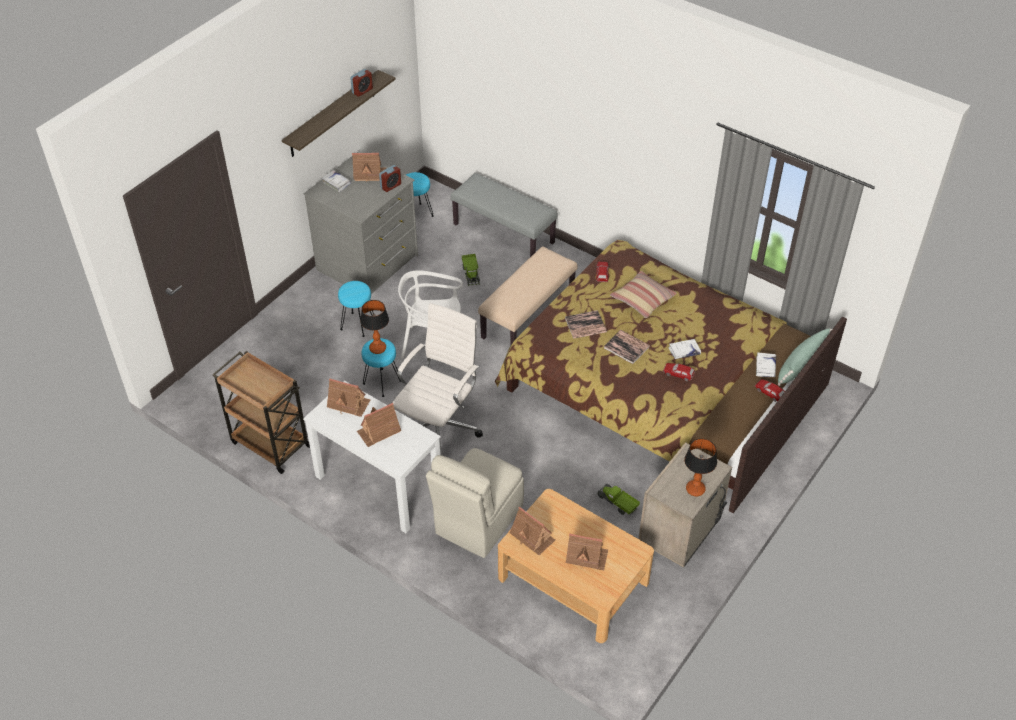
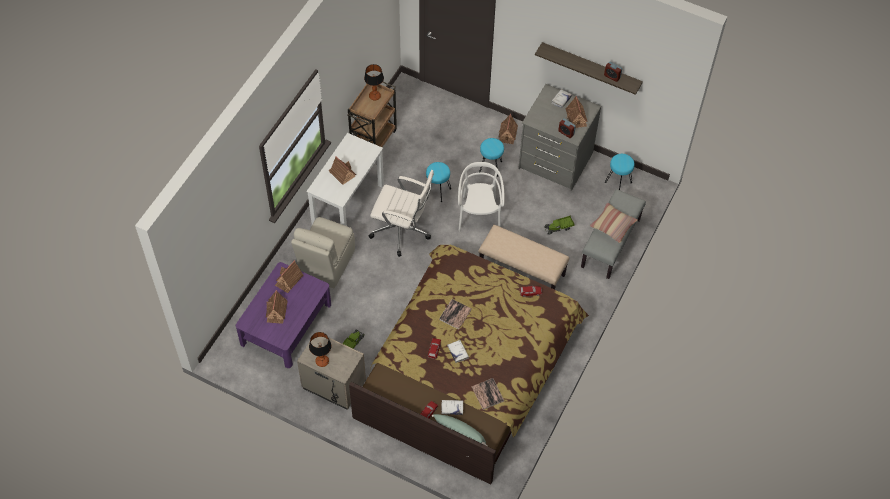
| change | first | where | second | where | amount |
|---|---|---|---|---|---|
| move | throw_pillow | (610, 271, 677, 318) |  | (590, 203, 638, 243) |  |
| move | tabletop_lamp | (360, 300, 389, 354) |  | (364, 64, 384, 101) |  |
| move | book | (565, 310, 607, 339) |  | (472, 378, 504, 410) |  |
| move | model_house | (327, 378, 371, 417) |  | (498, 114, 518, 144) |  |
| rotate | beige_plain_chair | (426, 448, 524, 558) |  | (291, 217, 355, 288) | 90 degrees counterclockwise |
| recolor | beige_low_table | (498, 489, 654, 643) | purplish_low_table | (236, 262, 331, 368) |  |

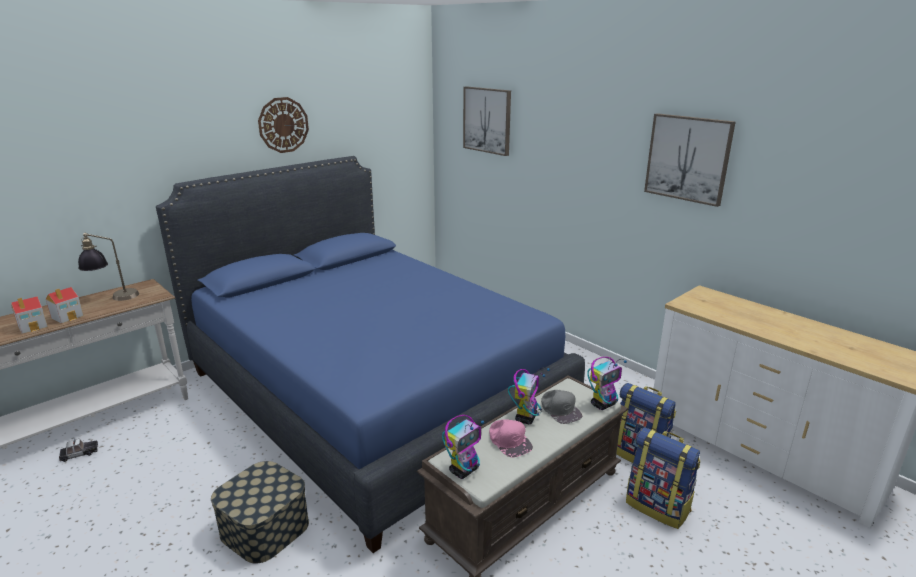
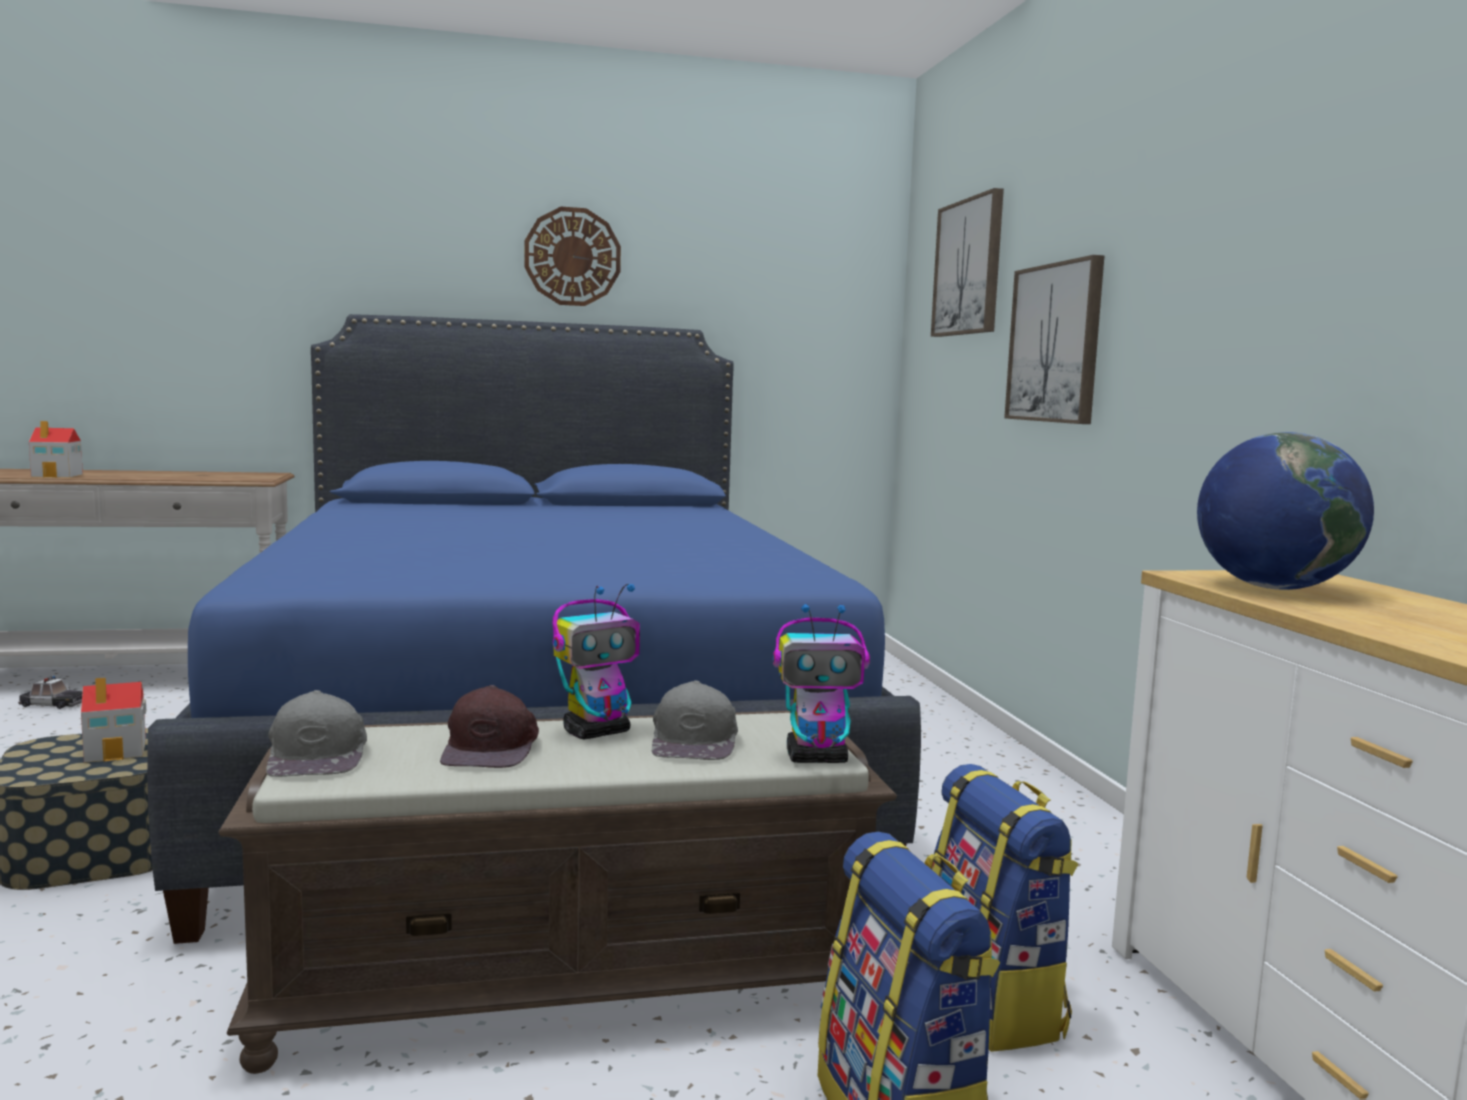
| change | first | where | second | where | amount |
|---|---|---|---|---|---|
| move | wall_picture | (644, 113, 735, 207) |  | (1004, 255, 1104, 424) |  |
| delete | tabletop_lamp | (78, 233, 139, 301) |  |  |  |
| move | model_house | (46, 287, 84, 324) |  | (81, 678, 146, 763) |  |
| replace | toy_robot | (442, 415, 484, 479) | greyish_cap | (266, 690, 367, 777) |  |
| recolor | pinkish_cap | (489, 419, 533, 457) | brown_cap | (440, 685, 539, 768) |  |
| insert |  |  | desk_globe | (1197, 432, 1374, 590) |  |

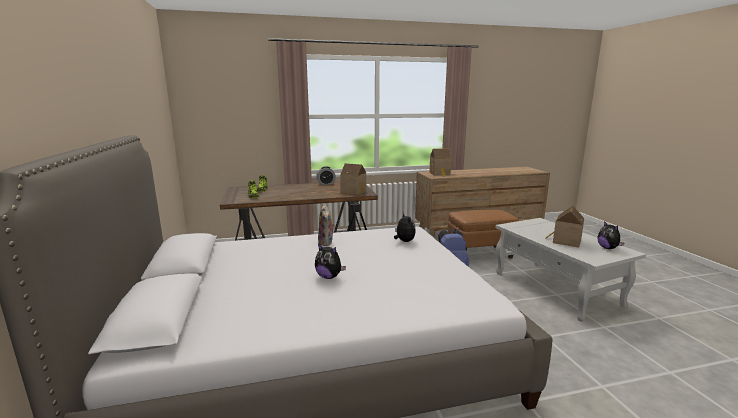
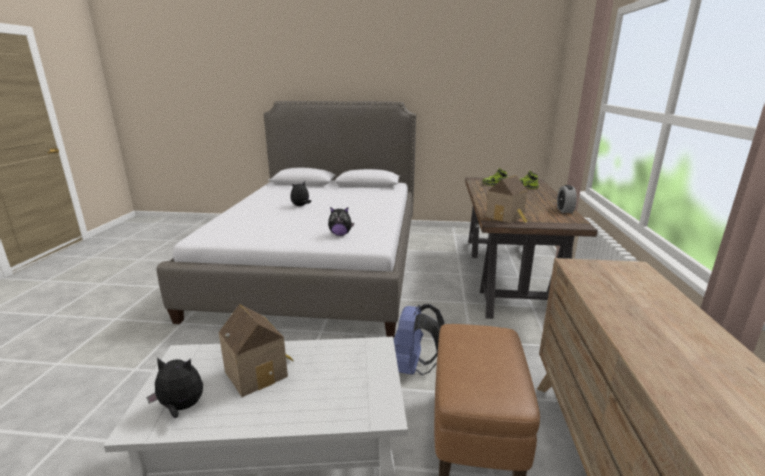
| change | first | where | second | where | amount |
|---|---|---|---|---|---|
| delete | model_house | (429, 149, 451, 177) |  |  |  |
| delete | cuddly_toy | (318, 205, 335, 246) |  |  |  |

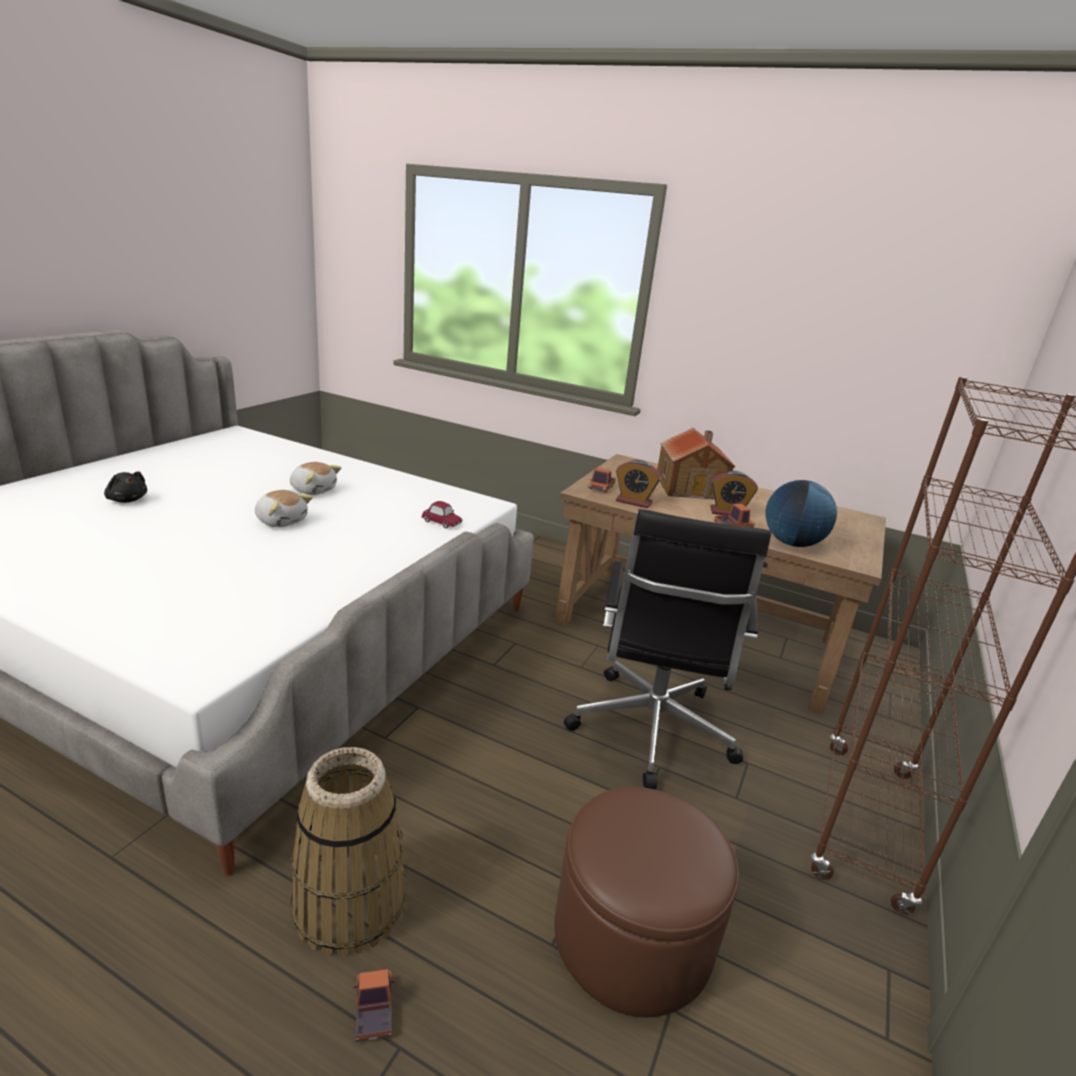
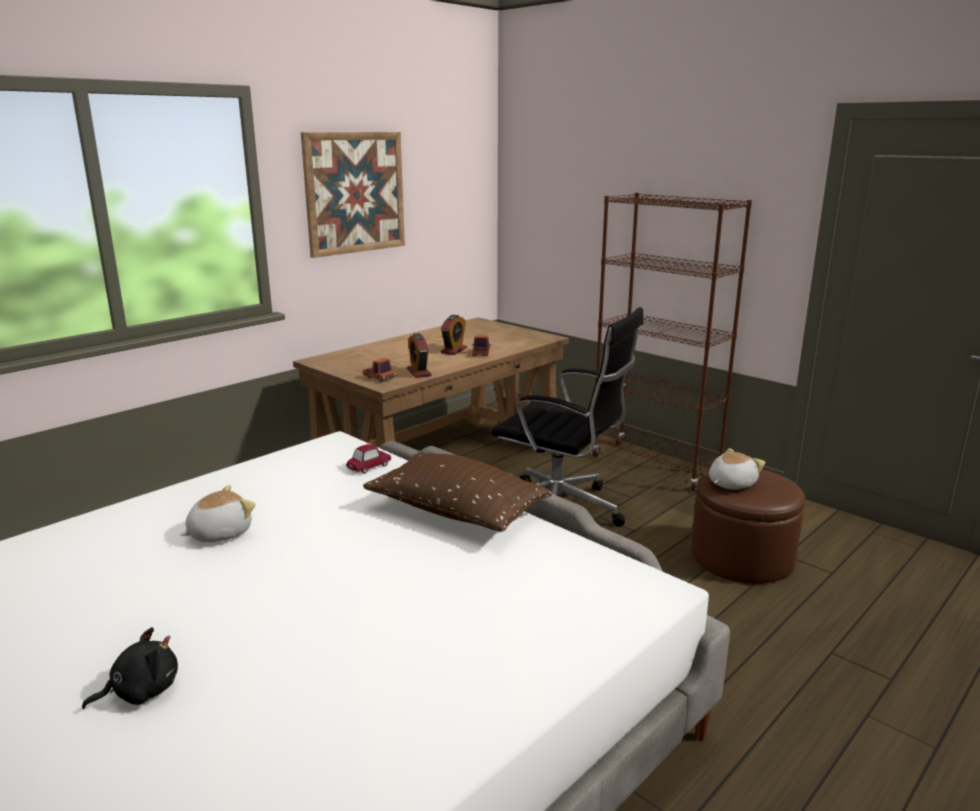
| change | first | where | second | where | amount |
|---|---|---|---|---|---|
| delete | model_house | (657, 428, 736, 500) |  |  |  |
| rotate | table_clock | (616, 460, 662, 508) |  | (407, 333, 431, 378) | 120 degrees clockwise |
| delete | desk_globe | (765, 480, 837, 547) |  |  |  |
| move | cuddly_toy | (255, 490, 313, 527) |  | (709, 448, 765, 489) |  |
| delete | basket | (291, 747, 406, 956) |  |  |  |
| delete | toy_truck | (354, 969, 395, 1042) |  |  |  |
| insert |  |  | wall_picture | (301, 132, 405, 258) |  |
| insert |  |  | brown_throw_pillow | (363, 452, 552, 532) |  |

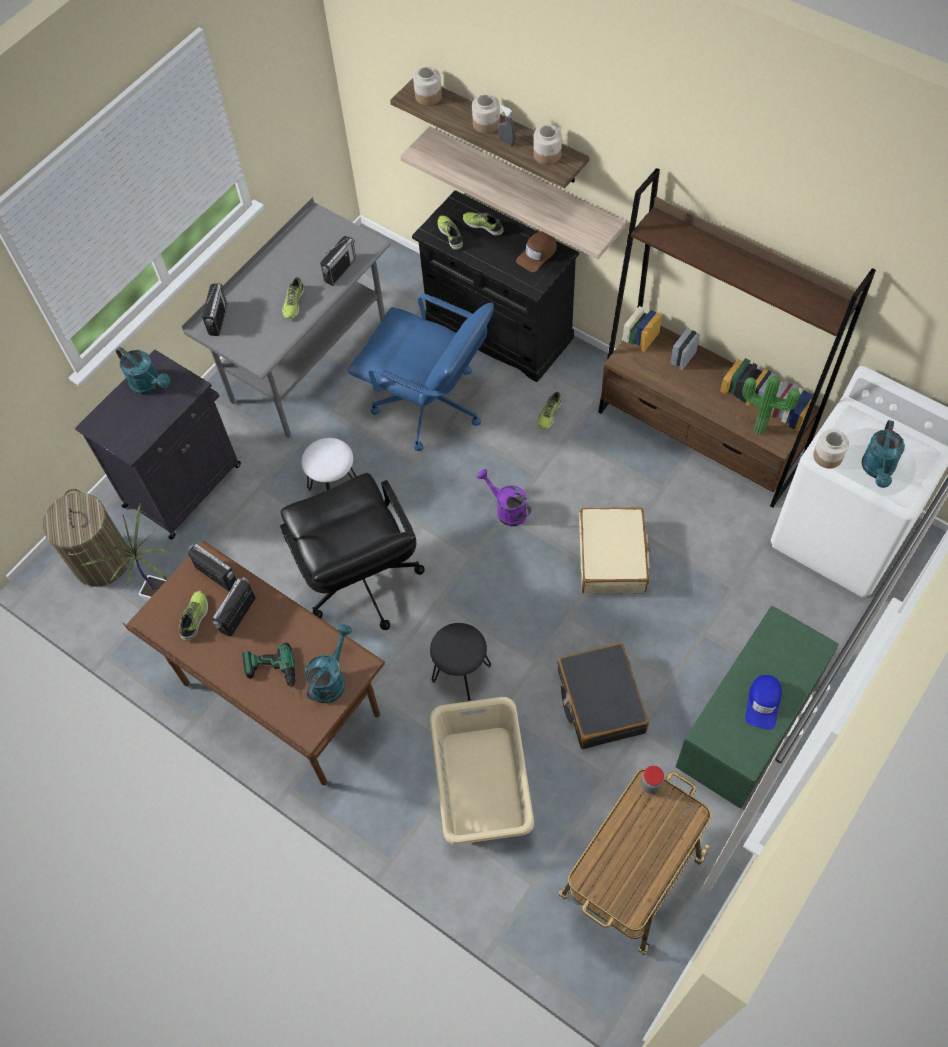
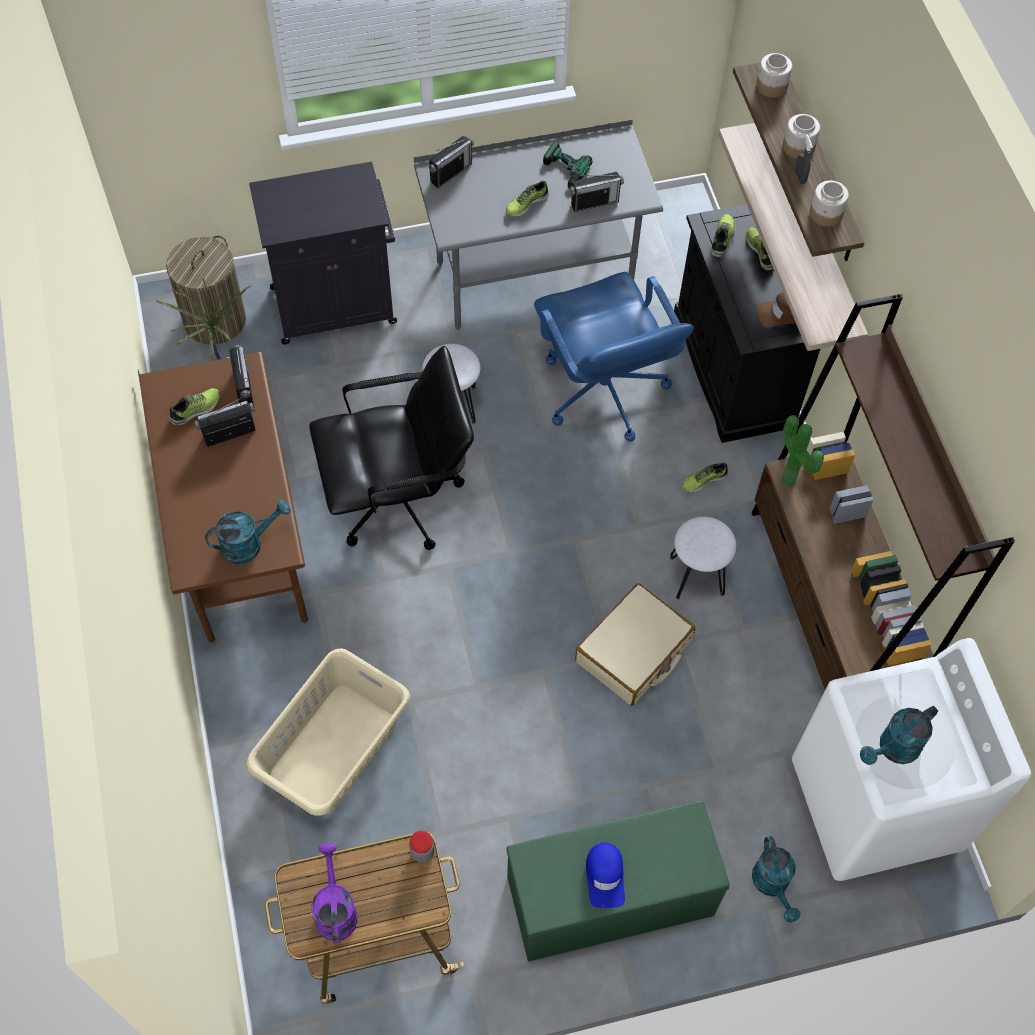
| change | first | where | second | where | amount |
|---|---|---|---|---|---|
| move | turquoise-coloured_sprinkling_can | (116, 347, 170, 395) |  | (752, 836, 801, 922) |  |
| move | potted_plant | (742, 376, 800, 435) |  | (781, 415, 824, 487) |  |
| delete | storage_jar | (813, 429, 849, 469) |  |  |  |
| move | purplish_sprinkling_can | (477, 469, 531, 526) |  | (312, 843, 358, 944) |  |
| rotate | black-coloured_desk_chair | (280, 473, 425, 630) |  | (309, 346, 474, 550) | 120 degrees counterclockwise |
| delete | black-coloured_sitting_stool | (430, 623, 491, 701) |  |  |  |
| move | electric_drill | (242, 643, 295, 695) |  | (543, 142, 593, 195) |  |
| delete | black-coloured_suitcase | (557, 643, 649, 749) |  |  |  |
| rotate | blue-coloured_cap | (745, 675, 782, 730) |  | (586, 842, 625, 908) | 60 degrees counterclockwise |
| insert |  |  | whitish_sitting_stool | (670, 517, 736, 599) |  |

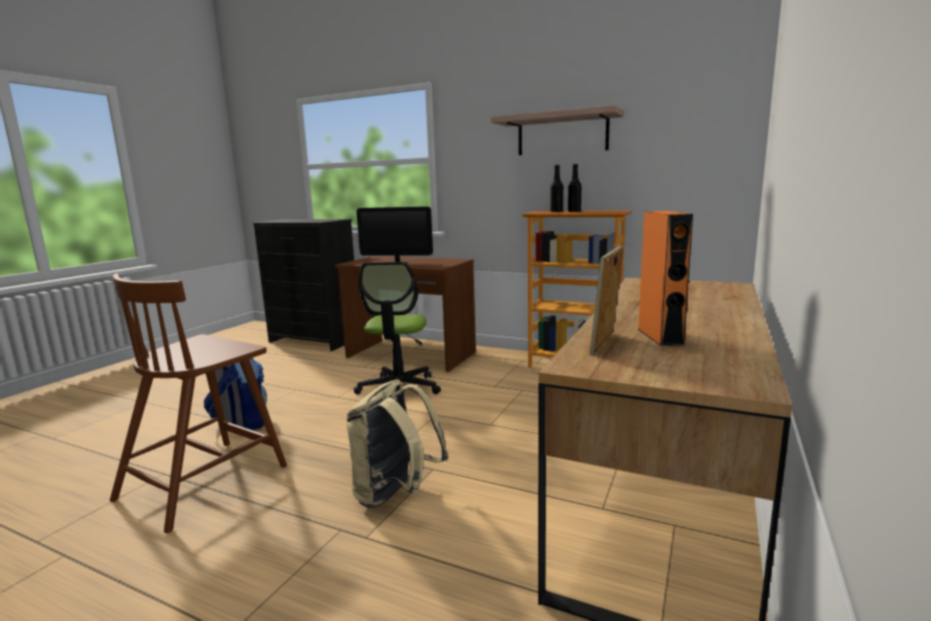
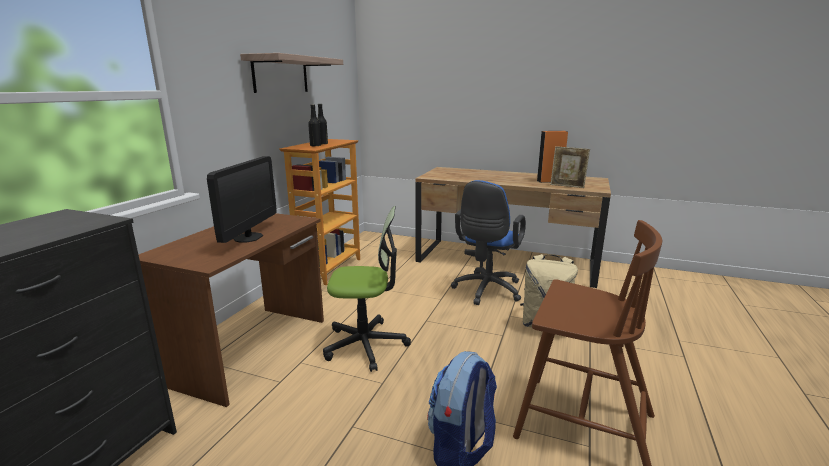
| change | first | where | second | where | amount |
|---|---|---|---|---|---|
| insert |  |  | blue-coloured_desk_chair | (451, 180, 526, 305) |  |

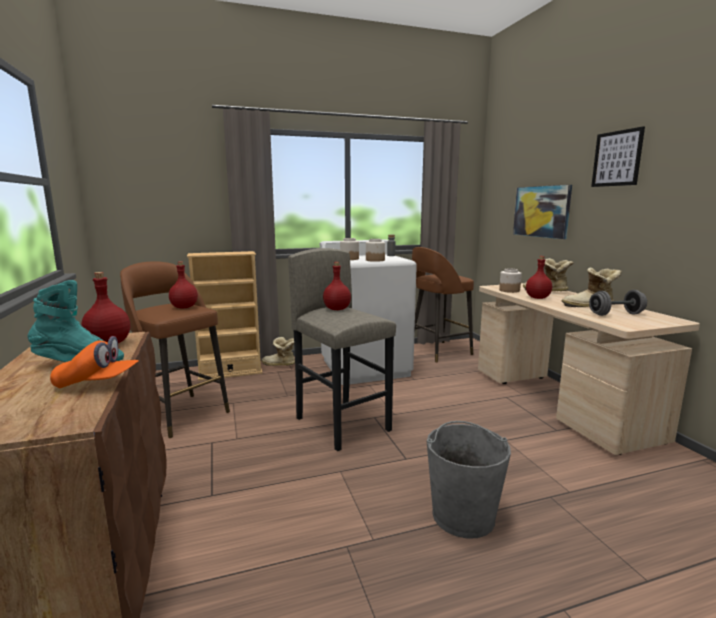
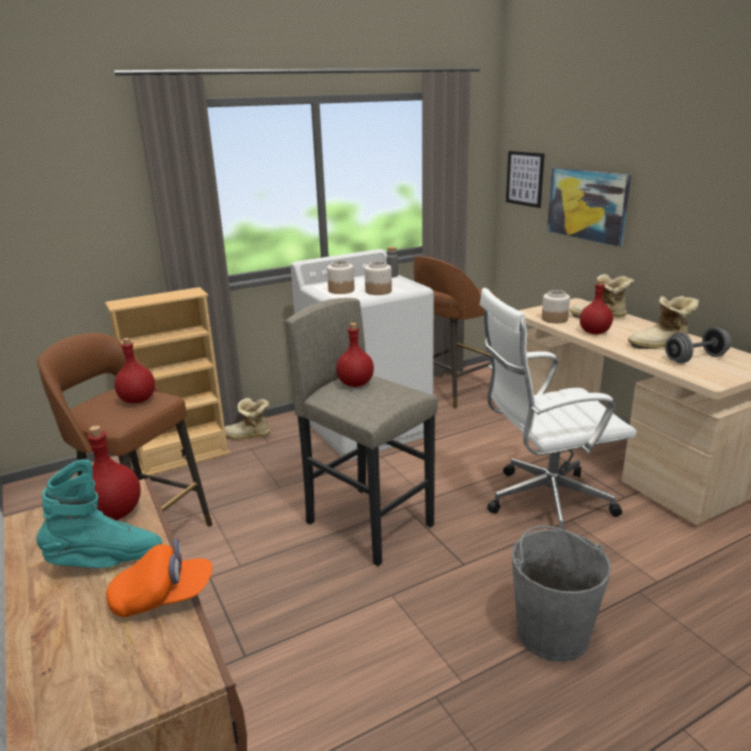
| change | first | where | second | where | amount |
|---|---|---|---|---|---|
| move | wall_picture | (591, 126, 645, 187) |  | (506, 151, 544, 208) |  |
| insert |  |  | whitish_desk_chair | (480, 288, 637, 530) |  |

